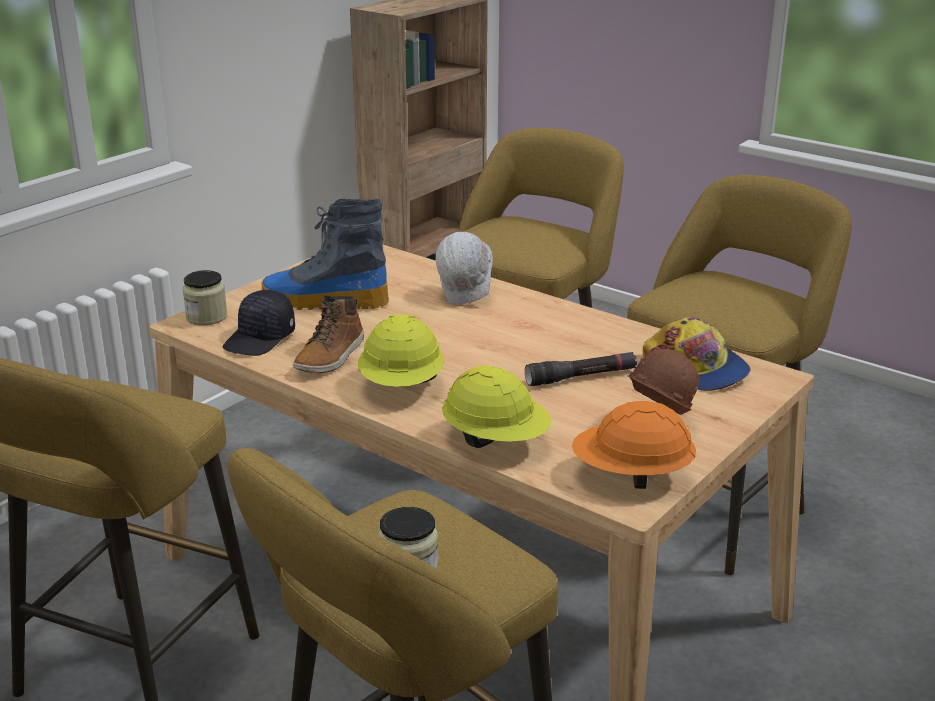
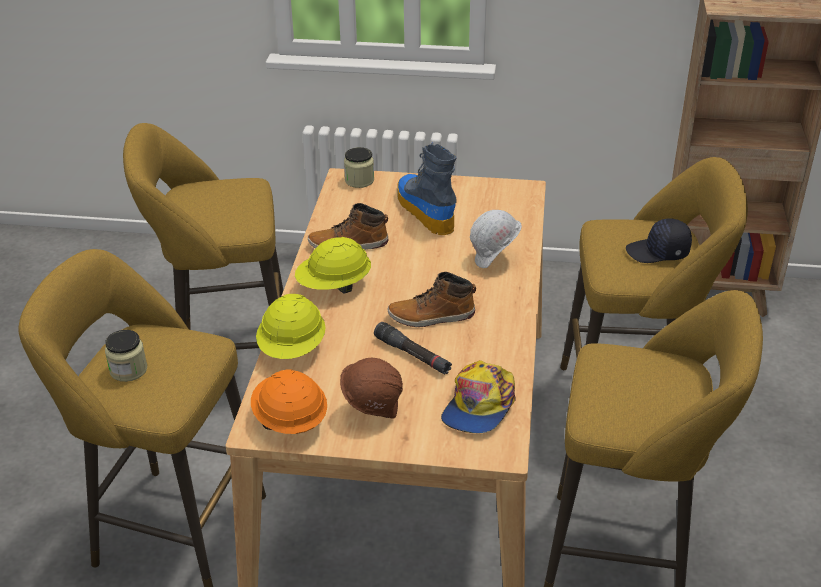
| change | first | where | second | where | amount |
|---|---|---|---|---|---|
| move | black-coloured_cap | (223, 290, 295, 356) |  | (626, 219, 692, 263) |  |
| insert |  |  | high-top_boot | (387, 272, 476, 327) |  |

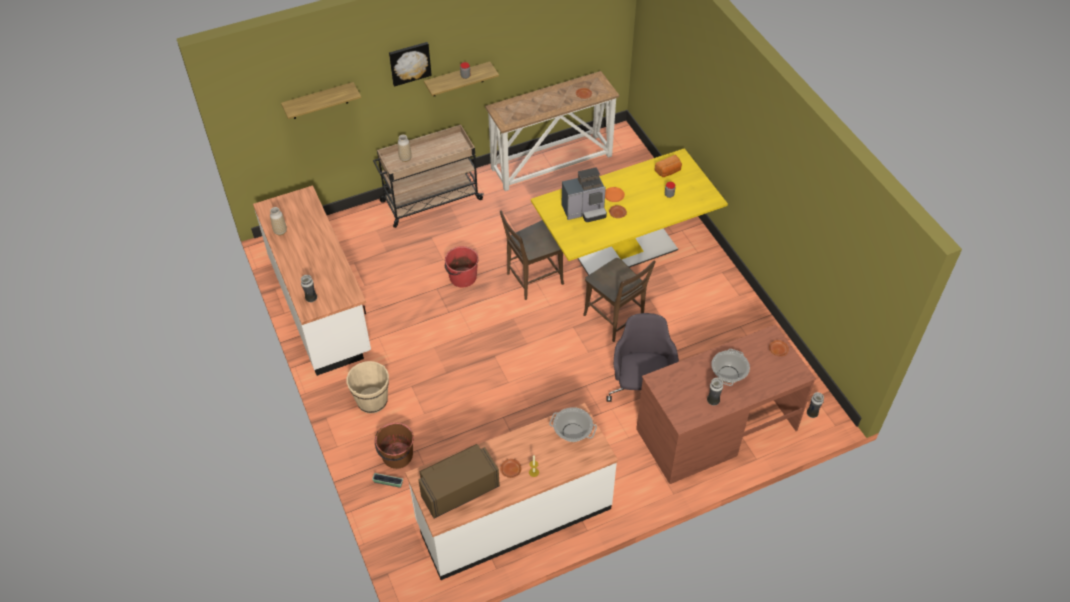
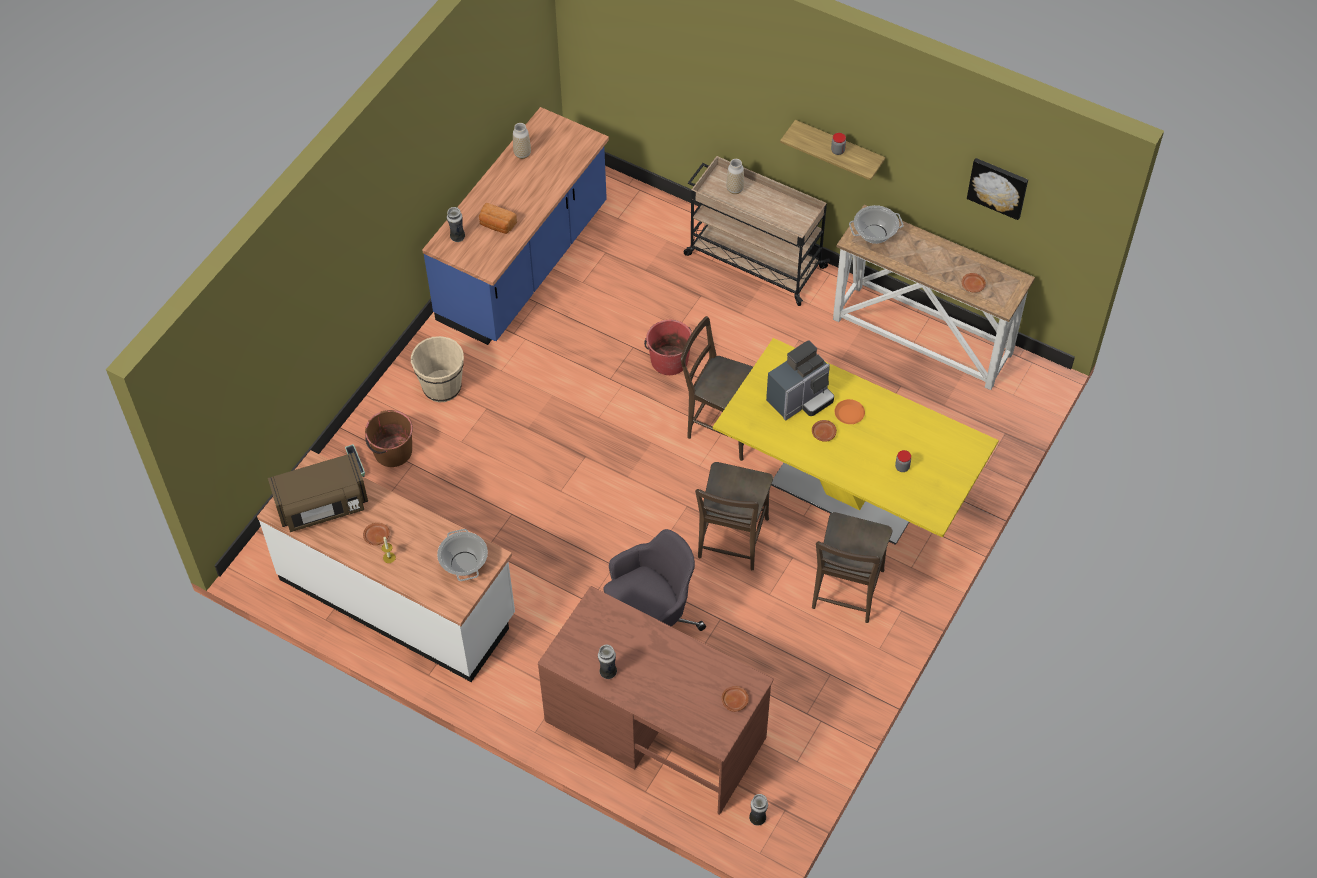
| change | first | where | second | where | amount |
|---|---|---|---|---|---|
| move | wall_picture | (389, 42, 432, 87) |  | (967, 158, 1028, 220) |  |
| delete | bracket_shelf | (281, 82, 361, 119) |  |  |  |
| move | baked_bread | (654, 155, 682, 177) |  | (479, 203, 517, 234) |  |
| rotate | coffee_machine | (561, 167, 607, 222) |  | (766, 340, 834, 420) | 75 degrees counterclockwise |
| recolor | whitish_kitchen_base_unit | (253, 186, 371, 376) | blue-coloured_kitchen_base_unit | (422, 107, 609, 345) |  |
| move | cooking_pot | (711, 349, 750, 386) |  | (849, 205, 904, 244) |  |
| rotate | brown_microwave | (418, 444, 500, 519) |  | (268, 453, 368, 532) | 135 degrees clockwise |
| insert |  |  | brown_plain_chair | (812, 512, 892, 623) |  |

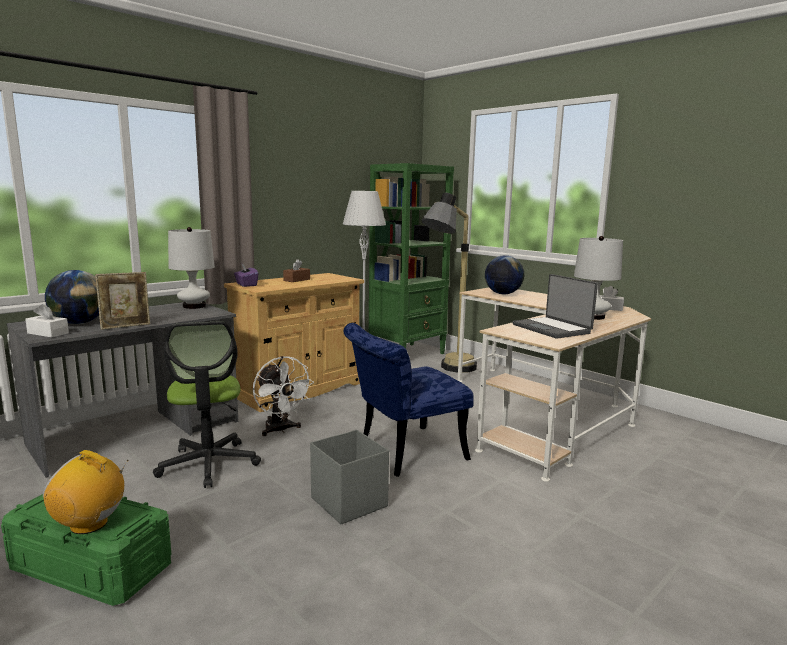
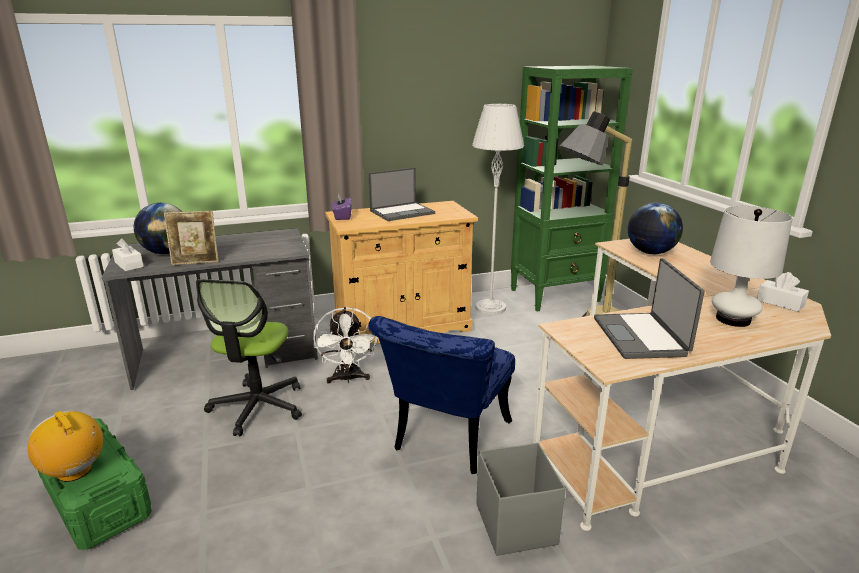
| change | first | where | second | where | amount |
|---|---|---|---|---|---|
| delete | whitish_tabletop_lamp | (168, 227, 215, 309) |  |  |  |
| replace | brown_tissue_box | (283, 259, 310, 282) | laptop | (368, 167, 435, 221) |  |
| rotate | blue-coloured_plain_chair | (344, 323, 474, 477) |  | (368, 316, 515, 474) | 60 degrees counterclockwise |
| move | greyish_storage_box | (310, 430, 389, 525) |  | (476, 443, 566, 556) |  |

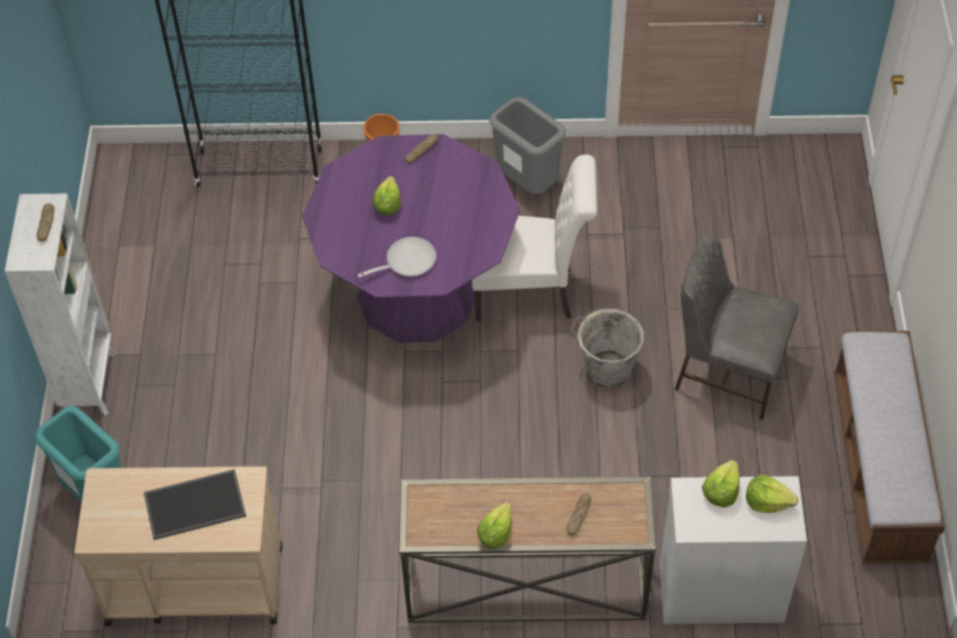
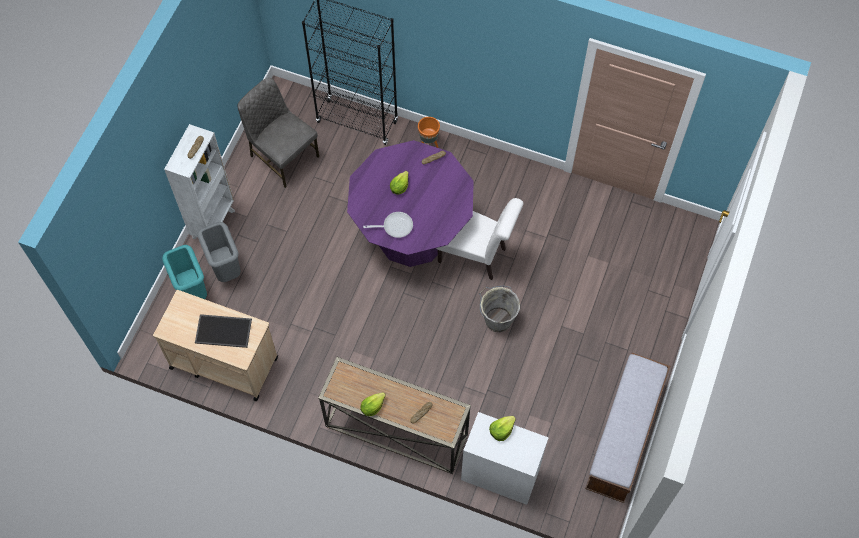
| change | first | where | second | where | amount |
|---|---|---|---|---|---|
| move | greyish_rubbish_bin | (489, 97, 566, 194) |  | (197, 222, 241, 282) |  |
| move | greyish_plain_chair | (675, 233, 799, 420) |  | (237, 78, 319, 188) |  |
| delete | lettuce | (746, 474, 798, 513) |  |  |  |

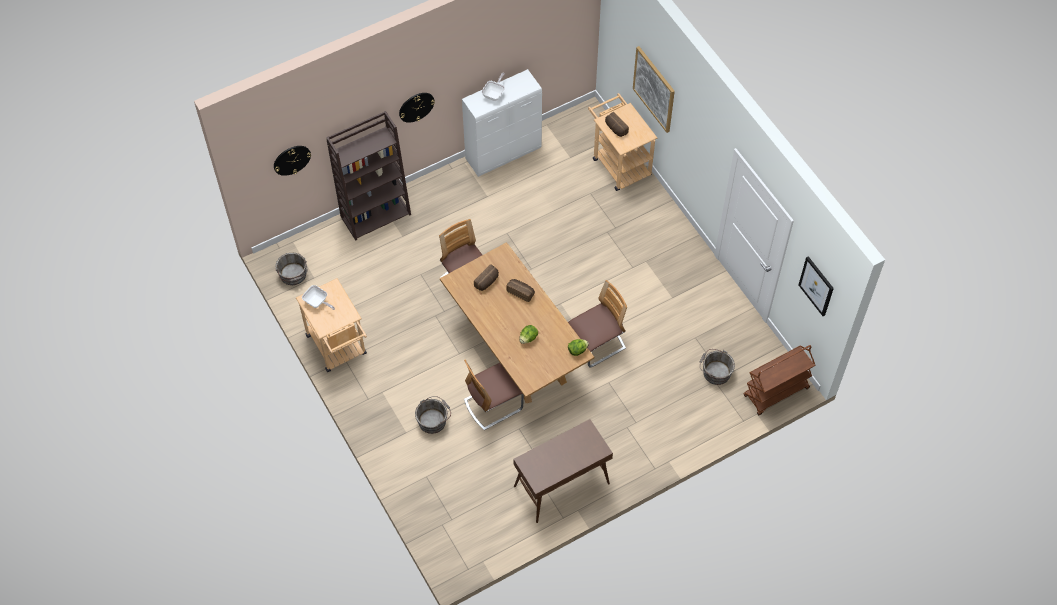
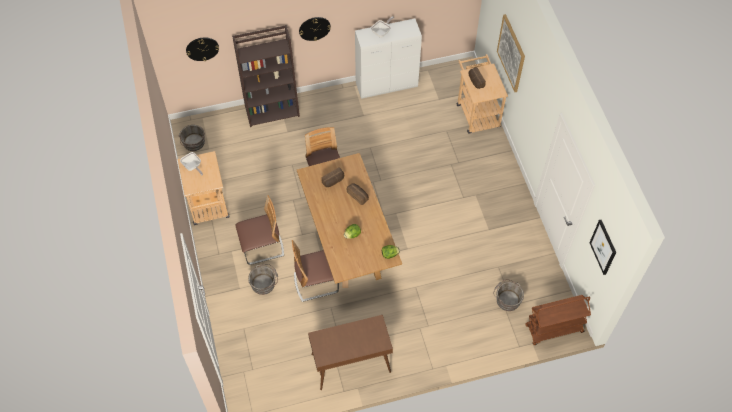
| change | first | where | second | where | amount |
|---|---|---|---|---|---|
| move | plain_chair | (568, 280, 627, 368) |  | (236, 195, 284, 265) |  |

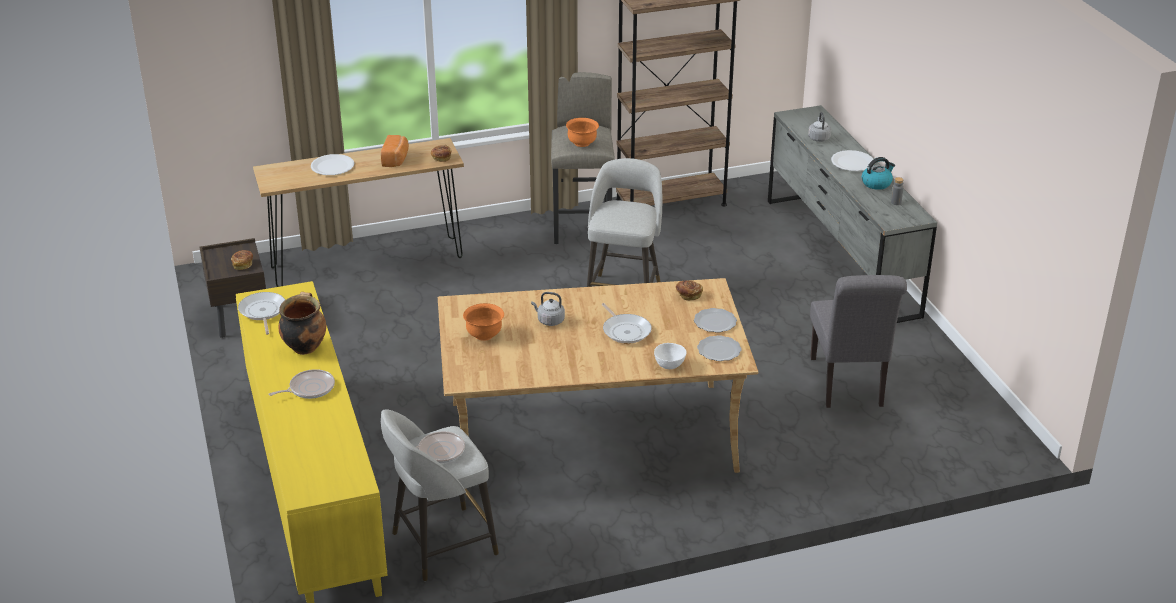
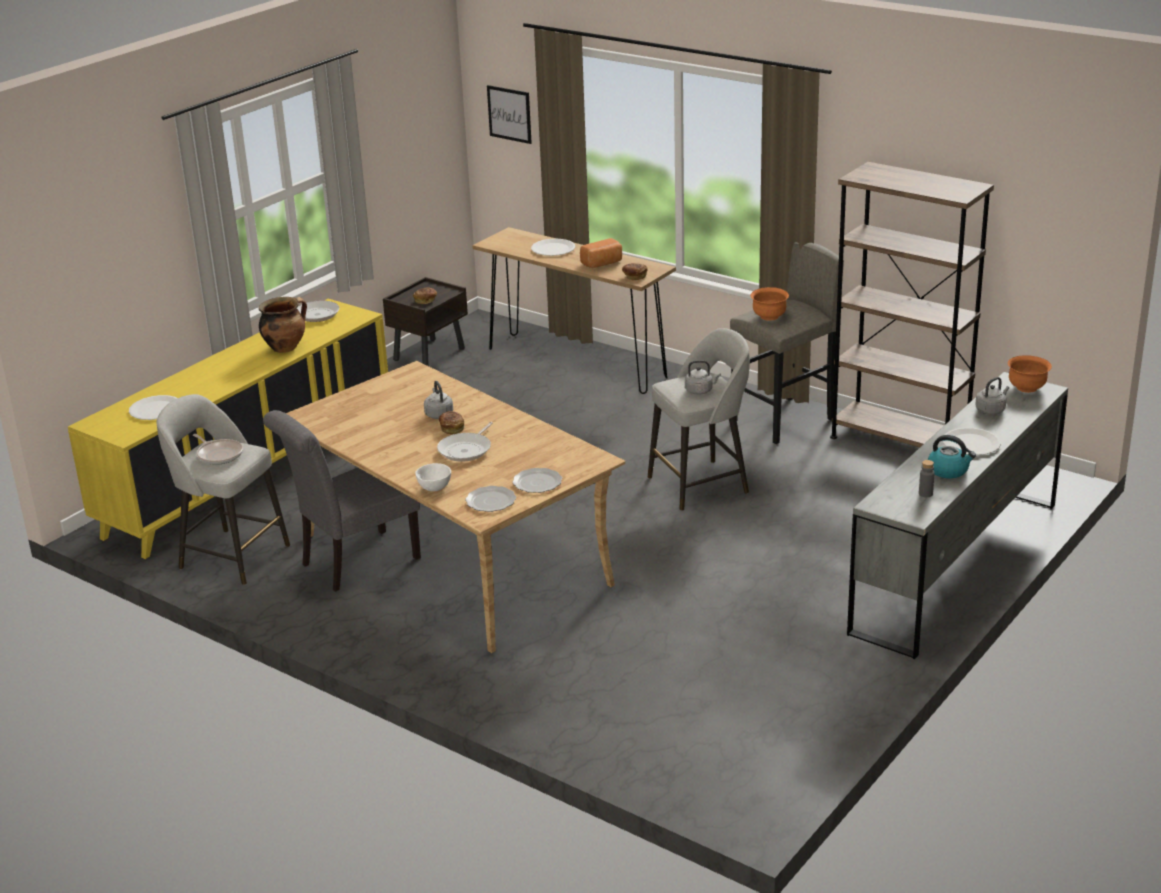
| change | first | where | second | where | amount |
|---|---|---|---|---|---|
| move | greyish_plain_chair | (810, 275, 907, 408) |  | (263, 410, 421, 592) |  |
| move | baked_bread | (676, 280, 703, 301) |  | (439, 411, 465, 434) |  |
| move | orange_deep_dish | (463, 303, 504, 341) |  | (1008, 355, 1052, 393) |  |
| delete | frying_pan | (269, 369, 335, 399) |  |  |  |
| insert |  |  | wall_picture | (487, 85, 532, 144) |  |
| insert |  |  | greyish_kettle | (685, 360, 721, 395) |  |
| insert |  |  | whitish_plate | (129, 395, 177, 420) |  |

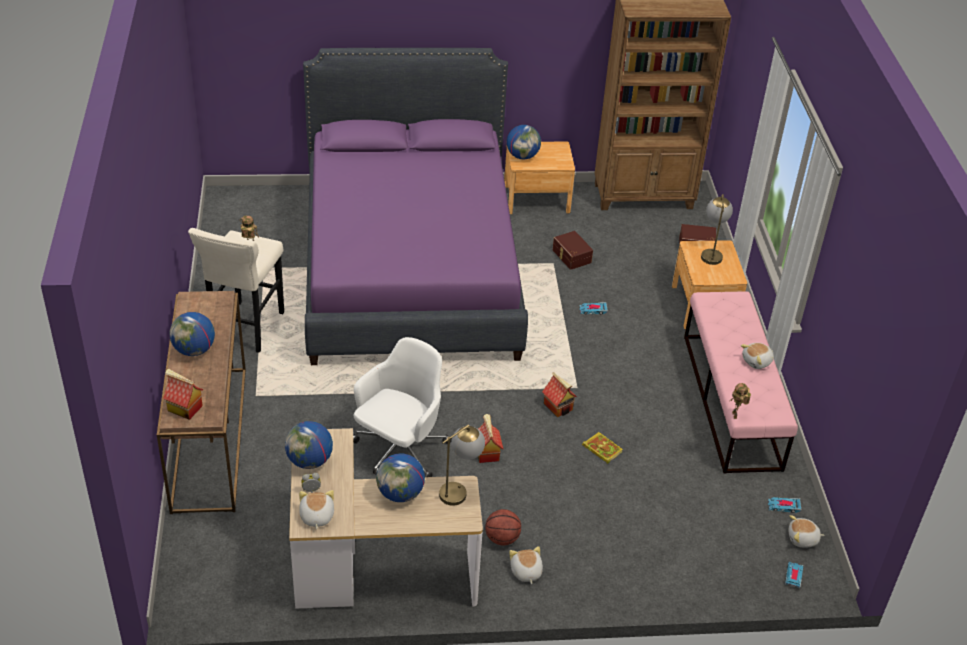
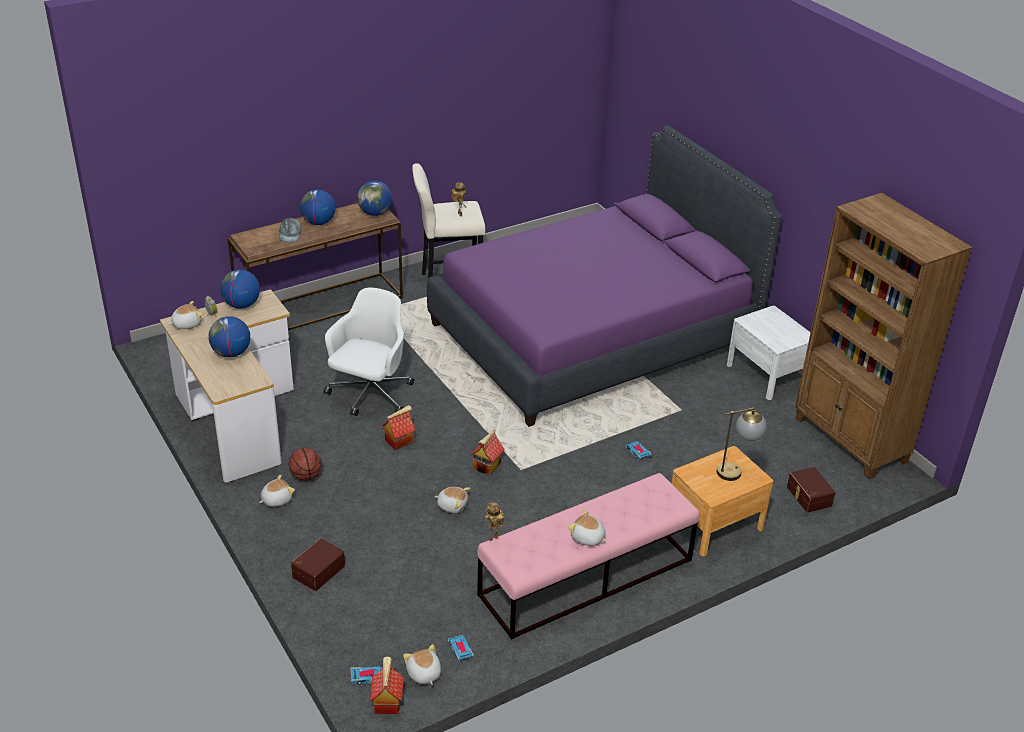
| change | first | where | second | where | amount |
|---|---|---|---|---|---|
| move | desk_globe | (507, 125, 541, 159) |  | (357, 181, 392, 216) |  |
| recolor | brown_night_table | (504, 142, 575, 214) | whitish_night_table | (727, 306, 811, 400) |  |
| move | brown_storage_box | (552, 231, 593, 270) |  | (291, 538, 345, 591) |  |
| rotate | whitish_desk_chair | (353, 337, 452, 477) |  | (324, 288, 414, 416) | 75 degrees counterclockwise |
| move | model_house | (163, 369, 204, 420) |  | (370, 656, 404, 714) |  |
| delete | tabletop_lamp | (439, 424, 485, 506) |  |  |  |
| replace | book | (582, 432, 623, 464) | cuddly_toy | (435, 487, 470, 513) |  |
| insert |  |  | greyish_cap | (279, 217, 302, 242) |  |

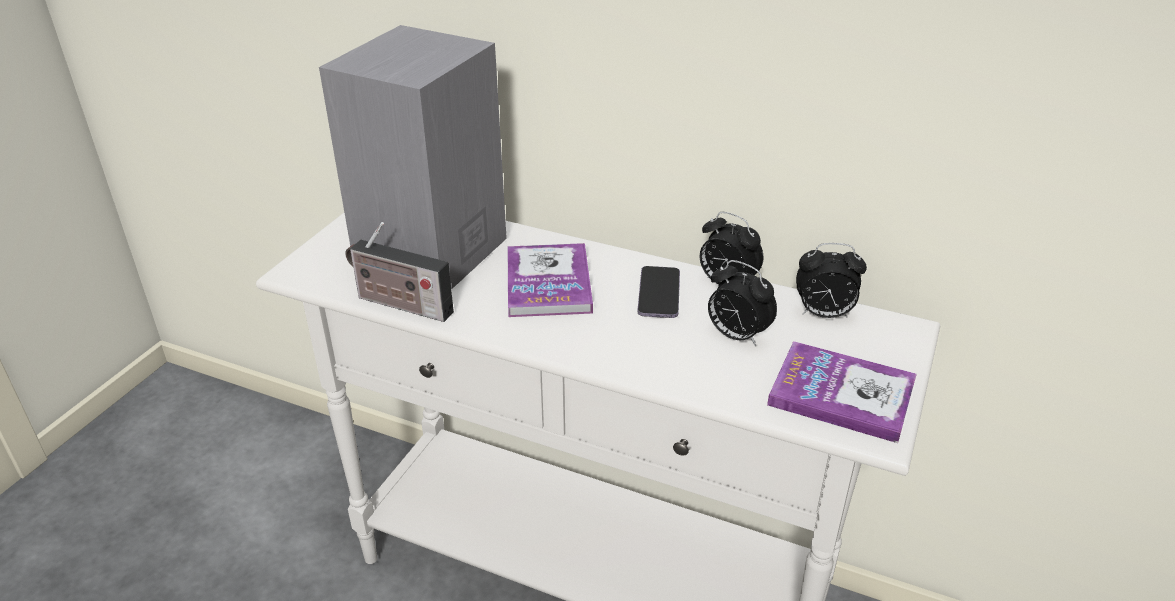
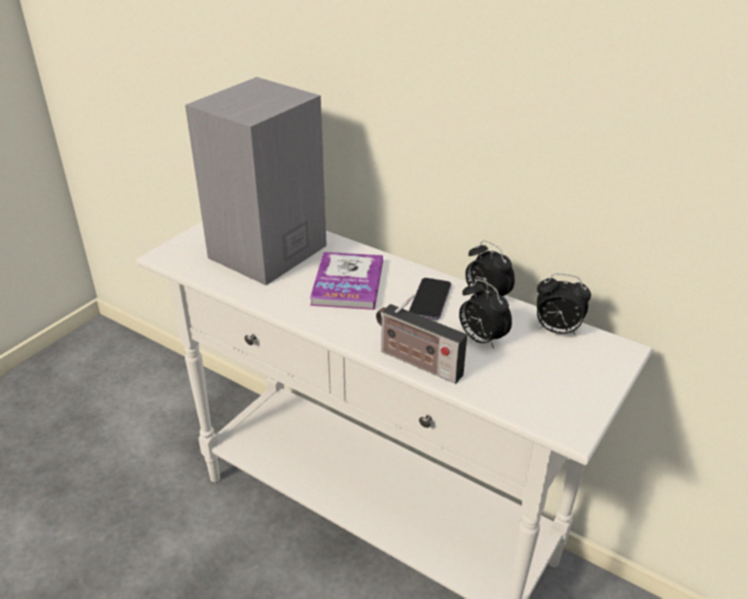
| change | first | where | second | where | amount |
|---|---|---|---|---|---|
| move | radio | (345, 222, 454, 322) |  | (376, 294, 467, 384) |  |
| delete | book | (767, 341, 917, 443) |  |  |  |

